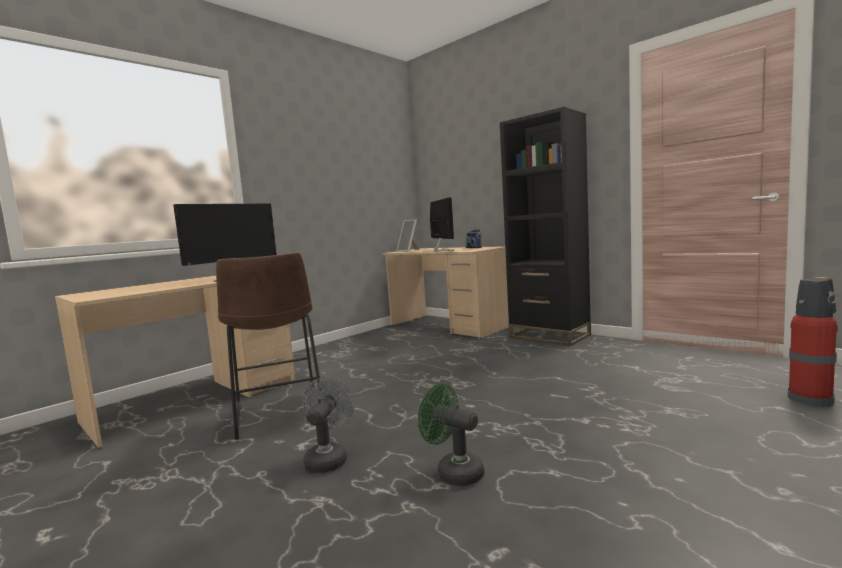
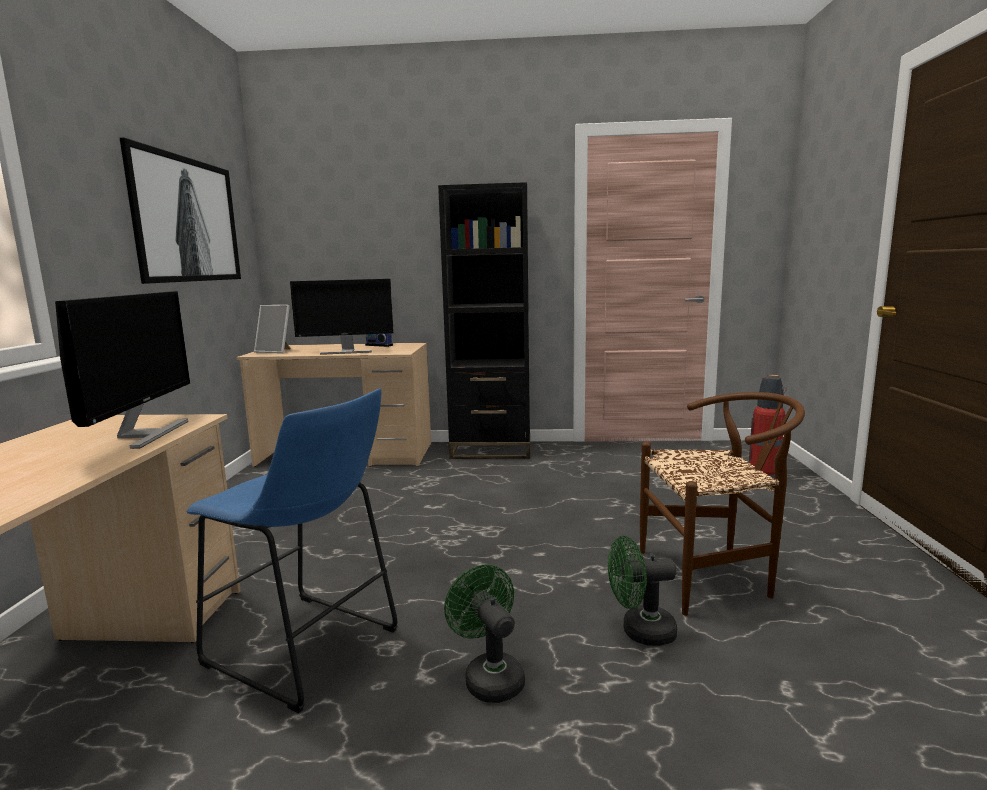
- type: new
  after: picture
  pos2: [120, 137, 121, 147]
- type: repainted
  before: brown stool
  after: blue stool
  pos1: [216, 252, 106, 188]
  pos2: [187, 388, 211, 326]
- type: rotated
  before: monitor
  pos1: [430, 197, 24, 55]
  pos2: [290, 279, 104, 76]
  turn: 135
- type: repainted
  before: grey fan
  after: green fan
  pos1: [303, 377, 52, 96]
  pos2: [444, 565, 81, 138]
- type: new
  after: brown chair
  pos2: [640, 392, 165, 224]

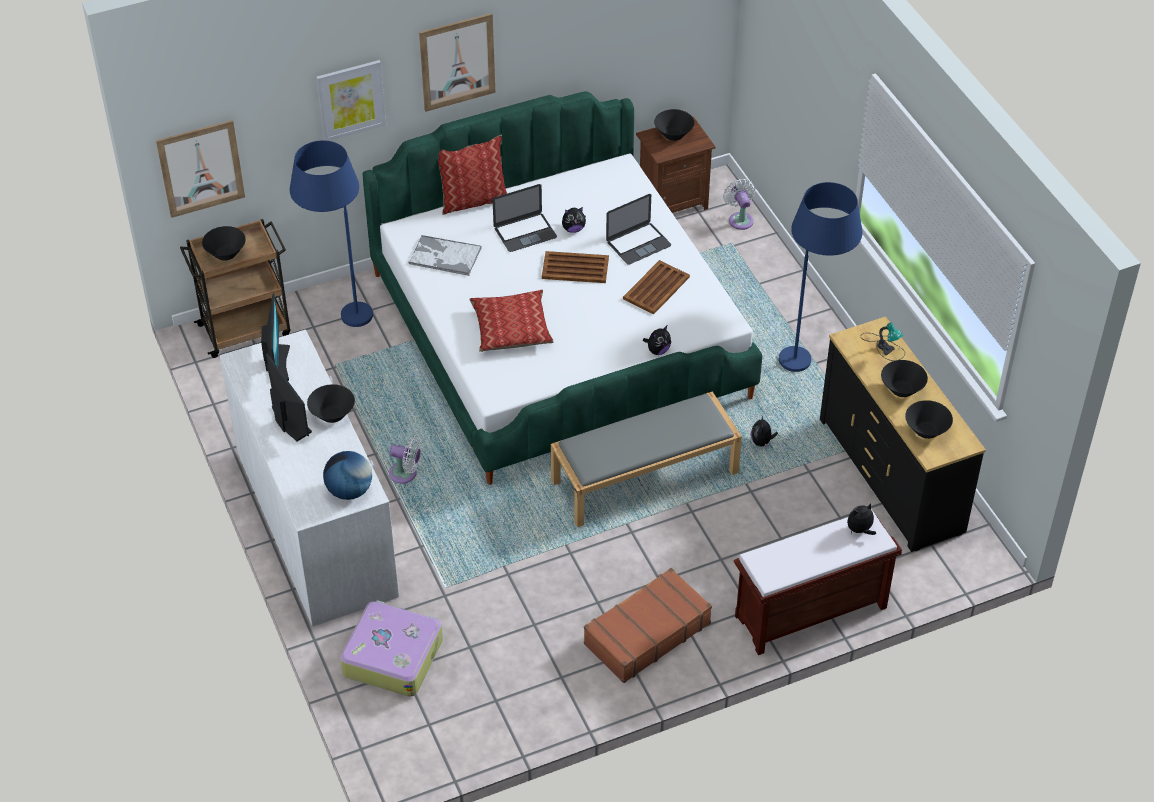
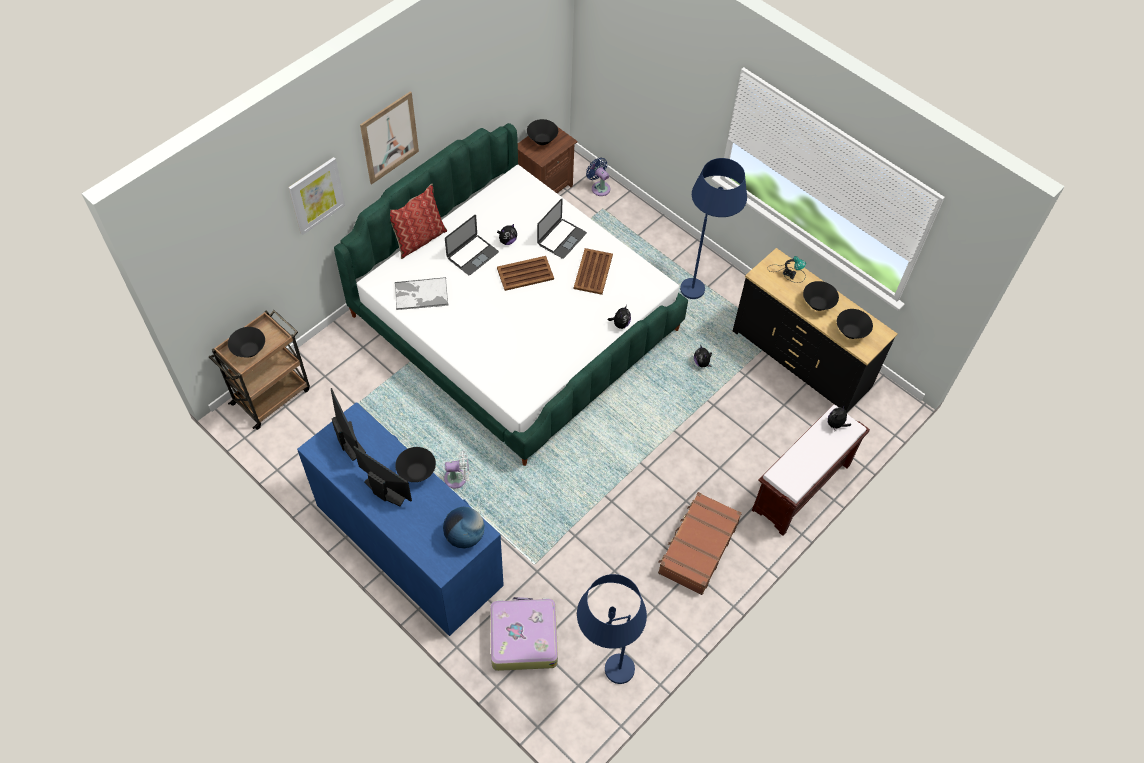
- type: repainted
  before: white dresser
  after: blue dresser
  pos1: [220, 330, 179, 297]
  pos2: [297, 402, 207, 234]
- type: shifted
  before: blue floor lamp
  pos1: [290, 140, 83, 187]
  pos2: [577, 574, 70, 110]
- type: repainted
  before: white fan
  after: blue fan
  pos1: [723, 179, 32, 51]
  pos2: [586, 158, 24, 38]
- type: gone
  before: picture
  pos1: [156, 120, 89, 98]
- type: gone
  before: pillow
  pos1: [469, 290, 84, 62]
- type: gone
  before: grey bench
  pos1: [551, 391, 191, 136]

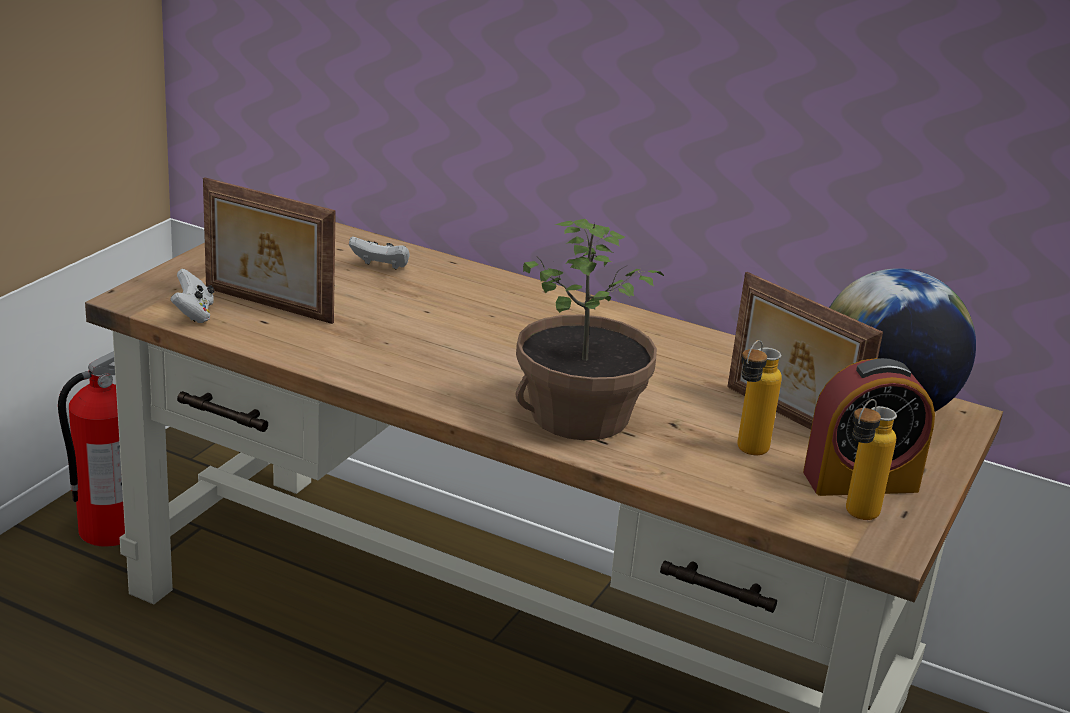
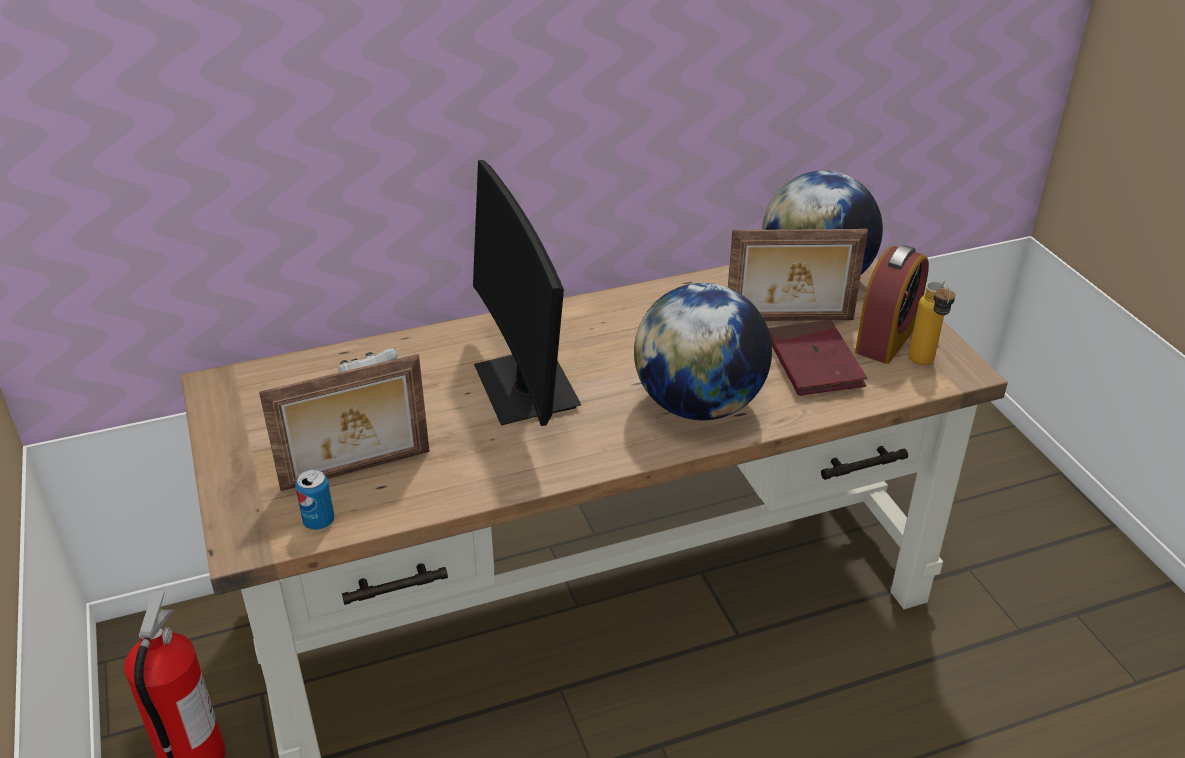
- type: swapped
  before: white game controller
  after: can
  pos1: [170, 269, 44, 54]
  pos2: [295, 469, 39, 61]
- type: new
  after: monitor
  pos2: [473, 160, 108, 266]
- type: swapped
  before: potted plant
  after: globe
  pos1: [516, 219, 148, 221]
  pos2: [634, 283, 138, 137]
- type: swapped
  before: bottle
  after: red book
  pos1: [737, 340, 45, 115]
  pos2: [768, 320, 99, 76]

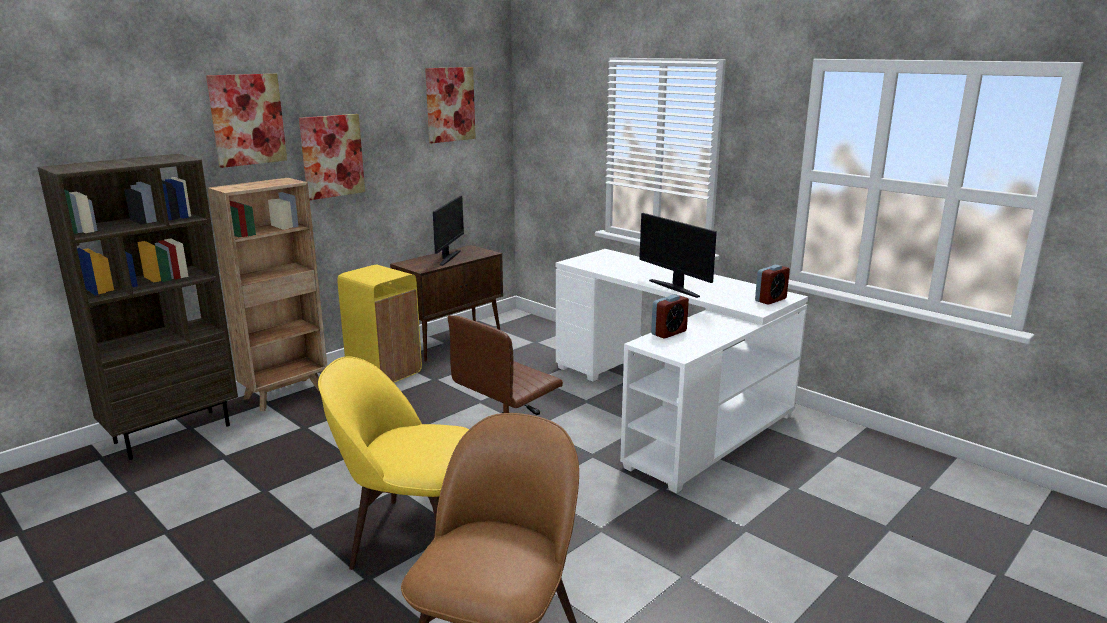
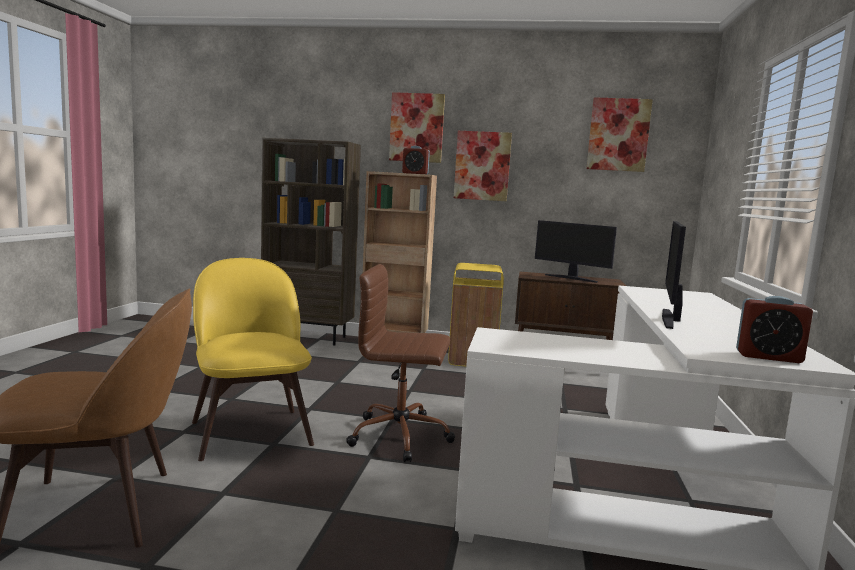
- type: shifted
  before: alarm clock
  pos1: [651, 294, 38, 45]
  pos2: [402, 146, 28, 28]
- type: rotated
  before: monitor
  pos1: [433, 196, 31, 70]
  pos2: [535, 220, 82, 63]
  turn: 60

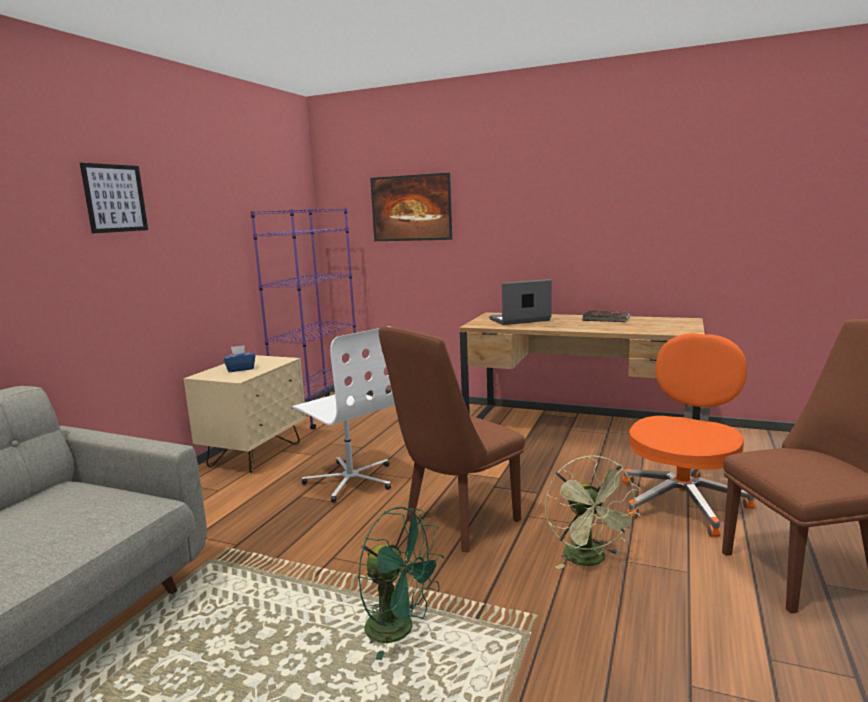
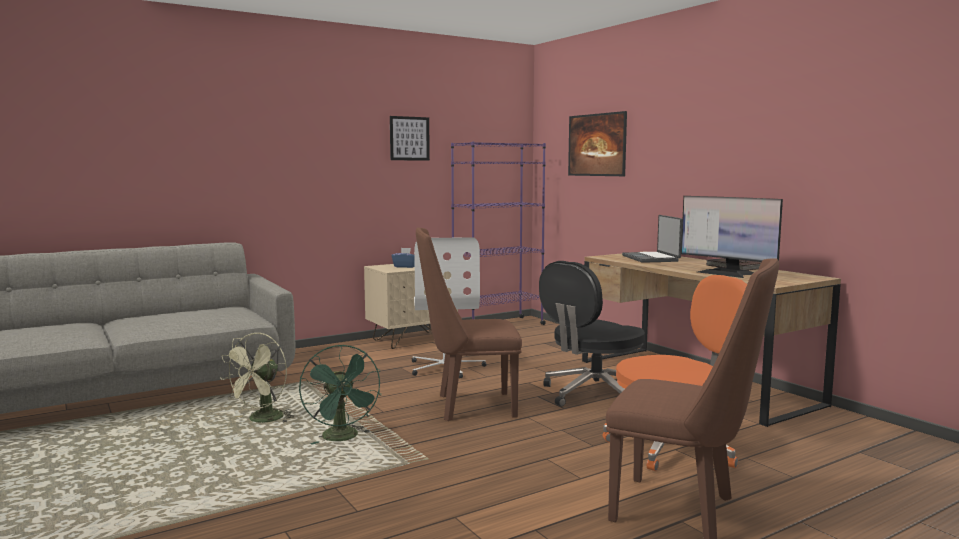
- type: shifted
  before: green fan
  pos1: [545, 456, 96, 113]
  pos2: [222, 332, 72, 91]
- type: shifted
  before: picture
  pos1: [80, 163, 68, 70]
  pos2: [390, 116, 40, 45]
- type: new
  after: black office chair
  pos2: [539, 261, 106, 146]
- type: rotated
  before: laptop
  pos1: [489, 279, 63, 46]
  pos2: [622, 215, 61, 48]
  turn: -120
- type: new
  after: monitor
  pos2: [681, 196, 102, 82]

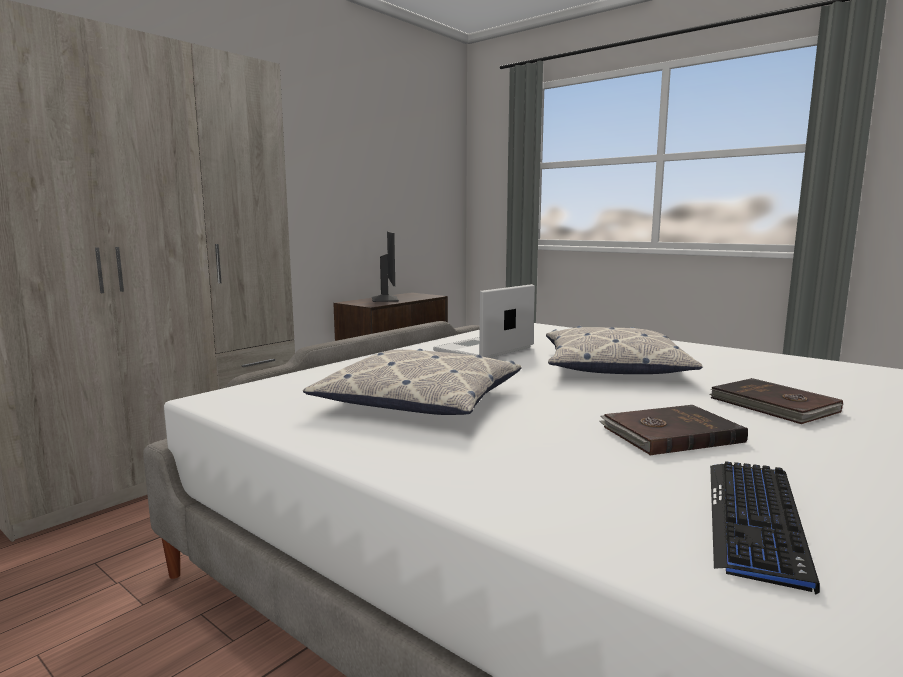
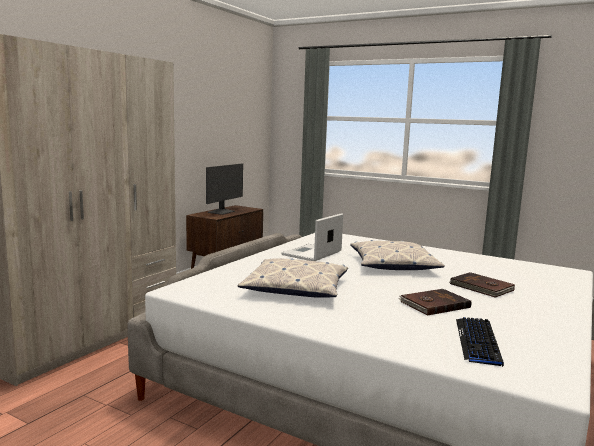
- type: rotated
  before: monitor
  pos1: [372, 231, 27, 71]
  pos2: [206, 164, 37, 51]
  turn: 45

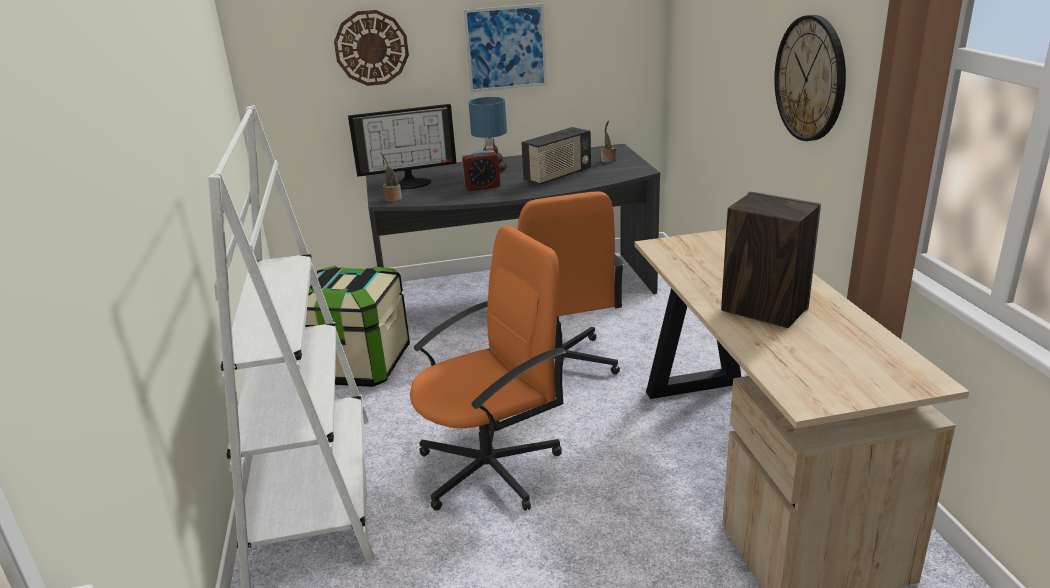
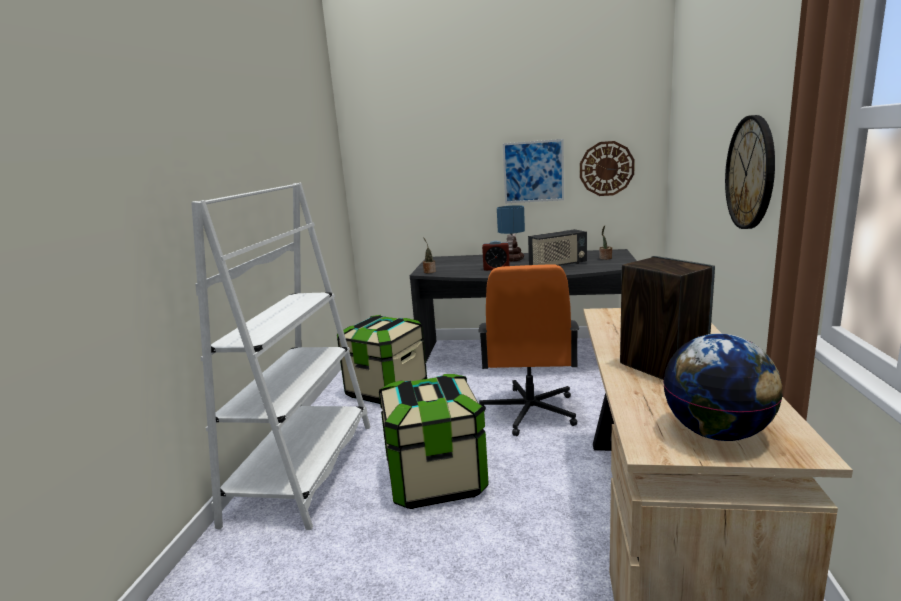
- type: swapped
  before: orange office chair
  after: storage box
  pos1: [410, 225, 156, 286]
  pos2: [379, 374, 110, 135]
- type: shifted
  before: wall clock
  pos1: [334, 10, 75, 76]
  pos2: [580, 141, 55, 55]
- type: new
  after: globe
  pos2: [663, 334, 120, 107]
- type: gone
  before: monitor
  pos1: [348, 104, 108, 86]

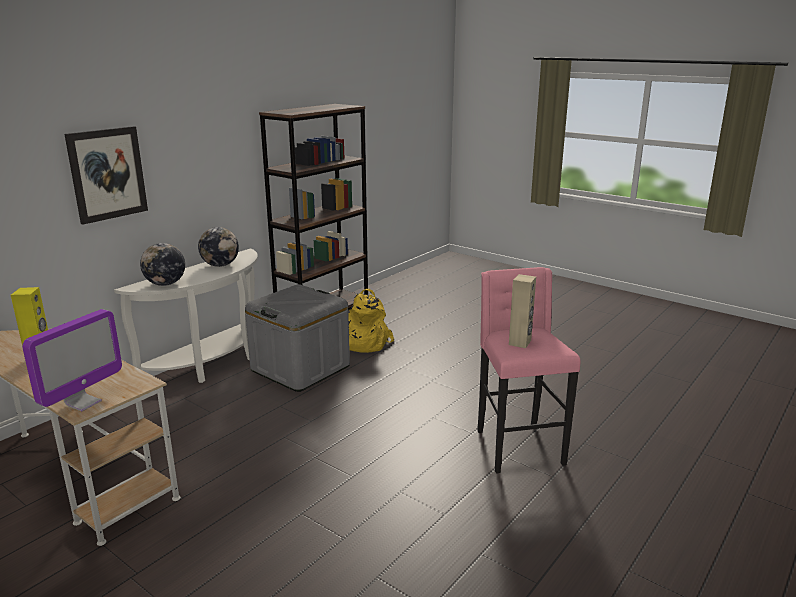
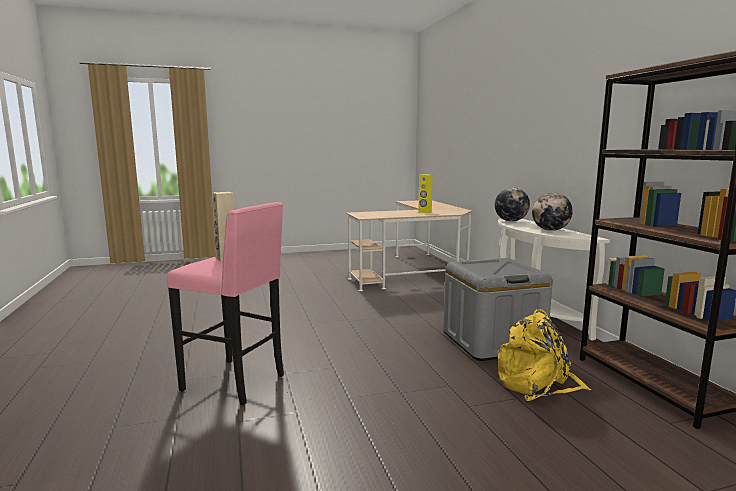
- type: gone
  before: monitor
  pos1: [22, 309, 100, 102]
- type: gone
  before: picture
  pos1: [64, 126, 84, 99]

